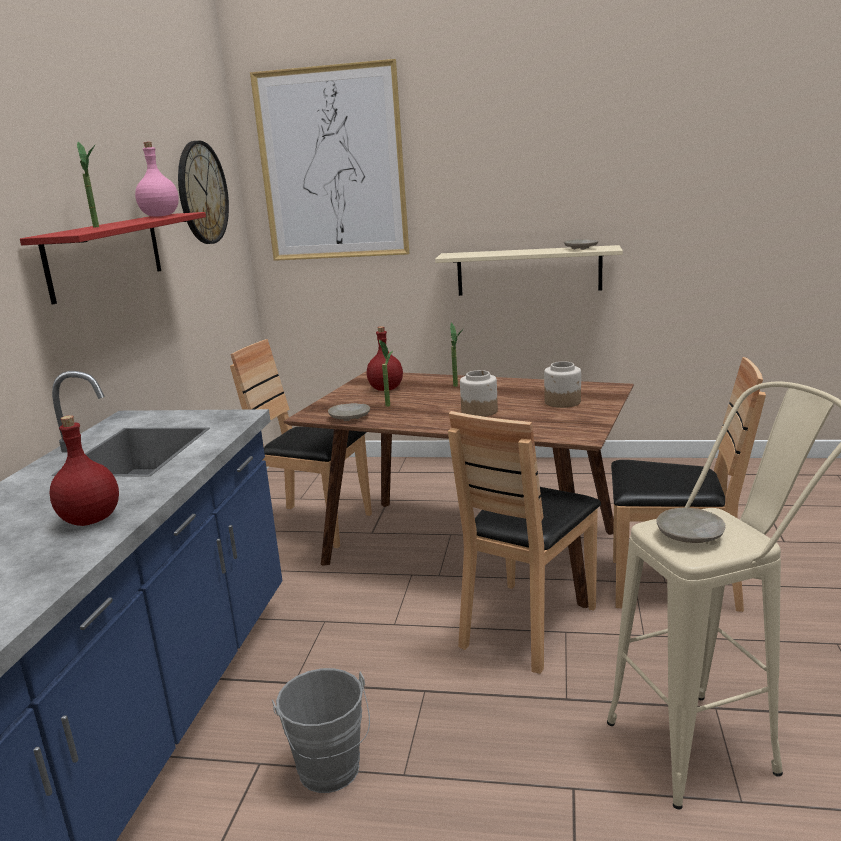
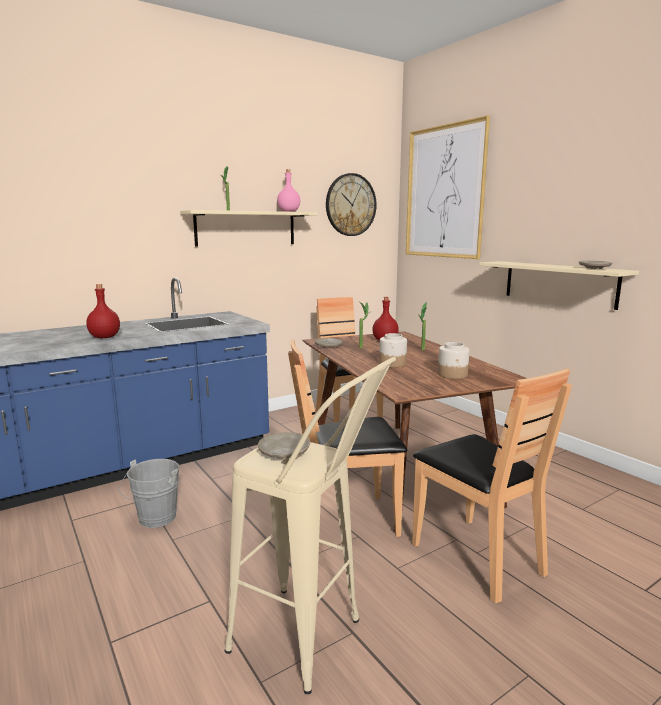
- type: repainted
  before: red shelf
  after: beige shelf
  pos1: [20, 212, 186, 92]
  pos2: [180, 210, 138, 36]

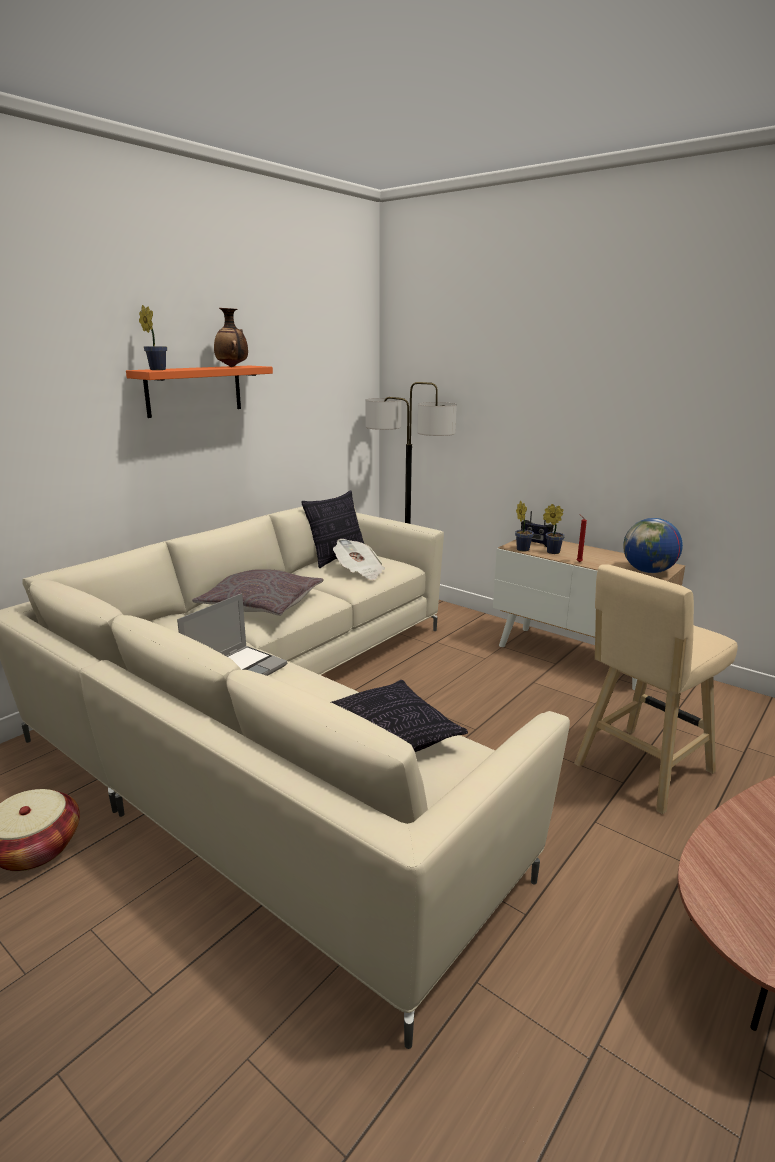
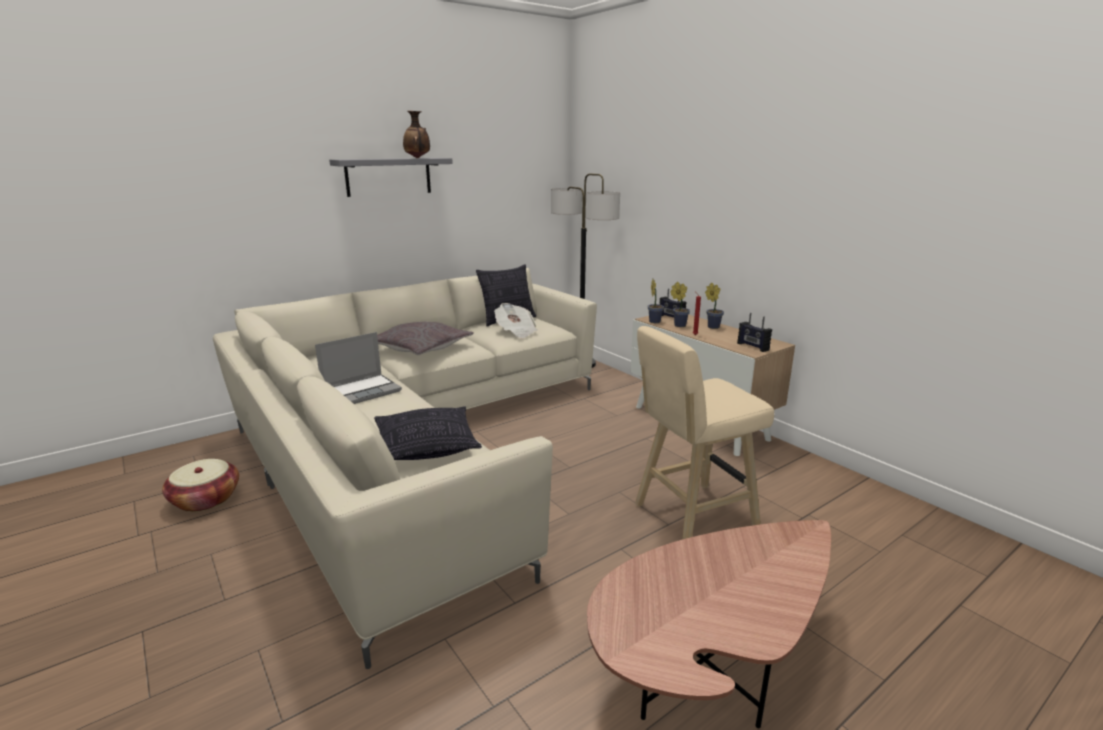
- type: repainted
  before: orange shelf
  after: grey shelf
  pos1: [126, 366, 147, 52]
  pos2: [329, 158, 124, 39]
- type: shifted
  before: potted plant
  pos1: [139, 305, 28, 65]
  pos2: [705, 283, 19, 46]
- type: swapped
  before: globe
  after: radio
  pos1: [623, 518, 60, 55]
  pos2: [737, 313, 35, 39]

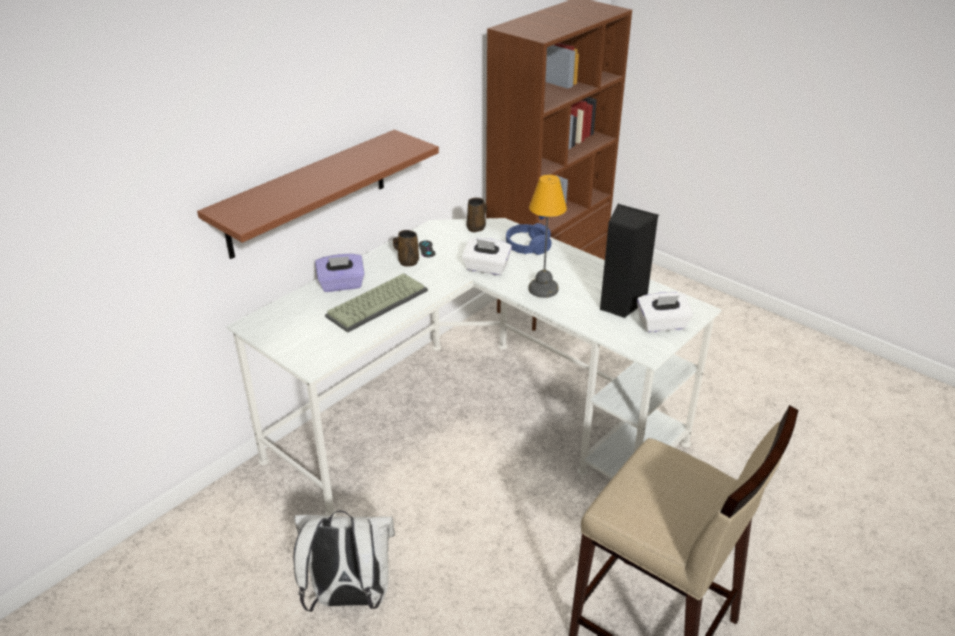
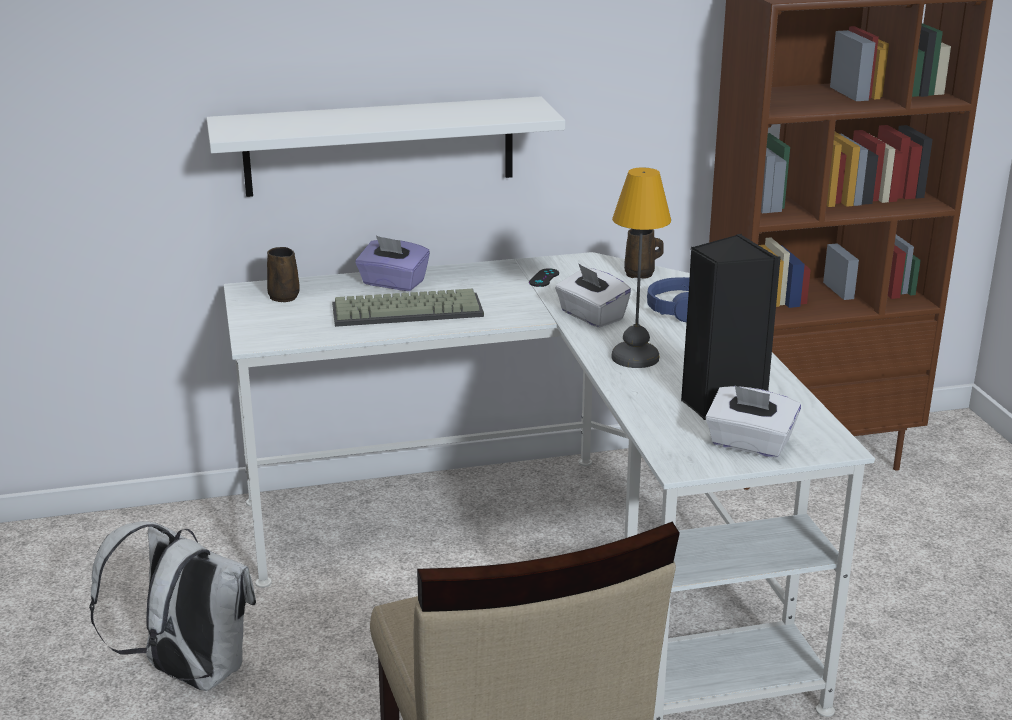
- type: repainted
  before: brown shelf
  after: white shelf
  pos1: [197, 130, 242, 129]
  pos2: [207, 97, 358, 100]
- type: shifted
  before: brown mug
  pos1: [393, 230, 26, 36]
  pos2: [267, 247, 33, 55]

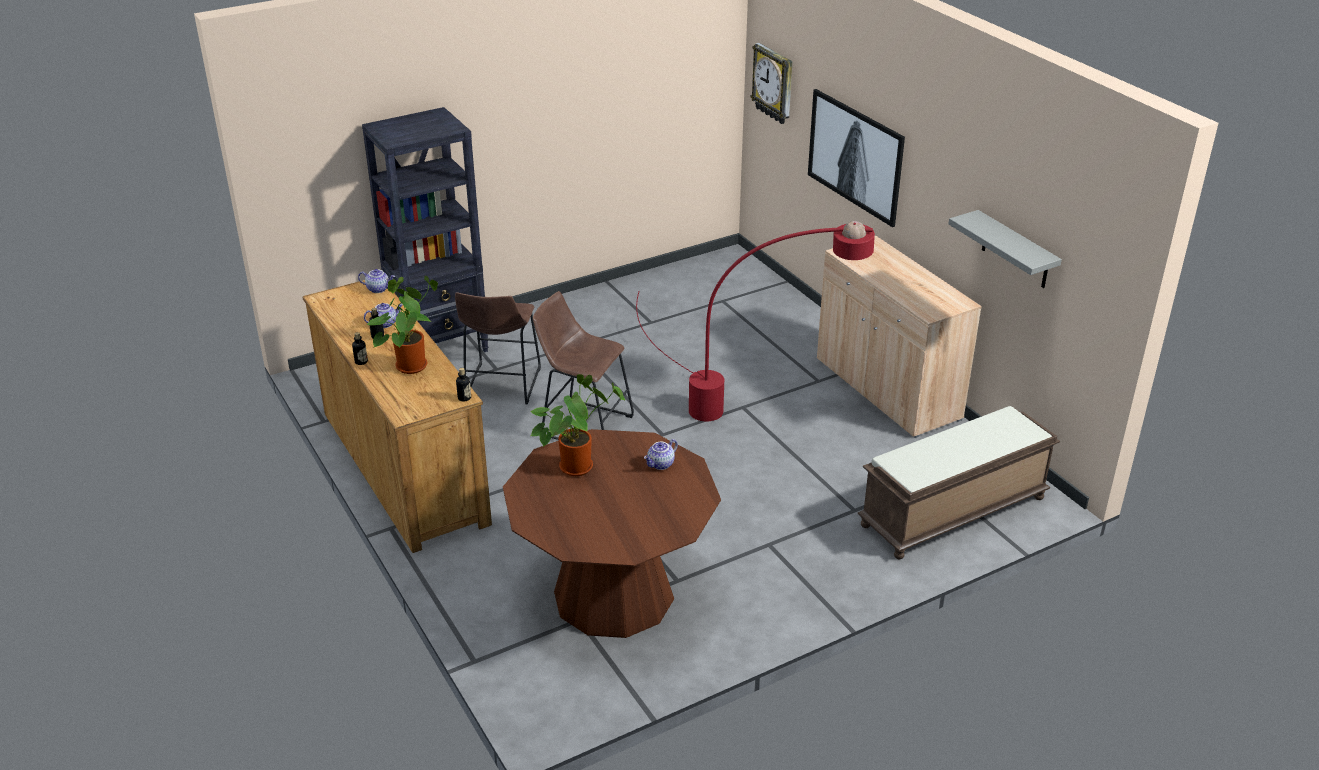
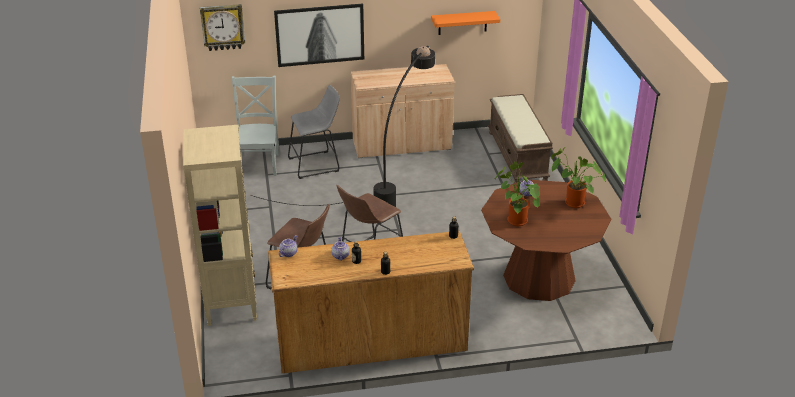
- type: repainted
  before: black bookcase
  after: beige bookcase
  pos1: [362, 107, 127, 245]
  pos2: [183, 125, 74, 201]
- type: new
  after: grey chair
  pos2: [232, 76, 48, 100]
- type: repainted
  before: red floor lamp
  after: black floor lamp
  pos1: [636, 221, 239, 200]
  pos2: [250, 46, 185, 161]
- type: new
  after: grey stool
  pos2: [288, 85, 52, 94]
- type: repainted
  before: grey shelf
  after: orange shelf
  pos1: [948, 210, 114, 78]
  pos2: [431, 11, 69, 24]
- type: shifted
  before: potted plant
  pos1: [367, 276, 71, 98]
  pos2: [551, 147, 55, 61]

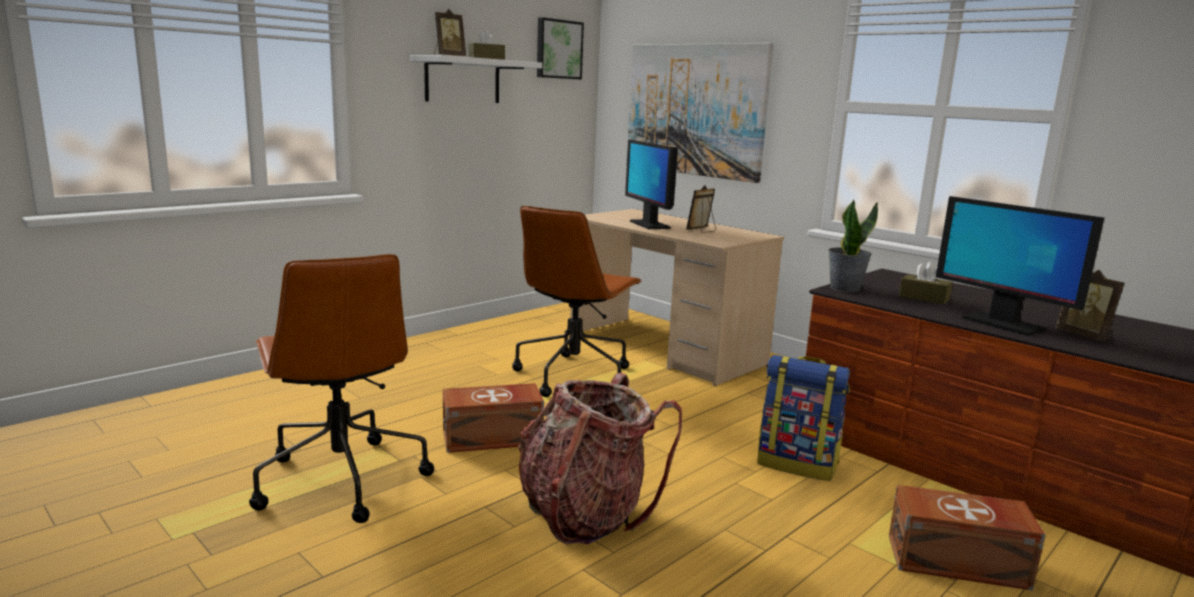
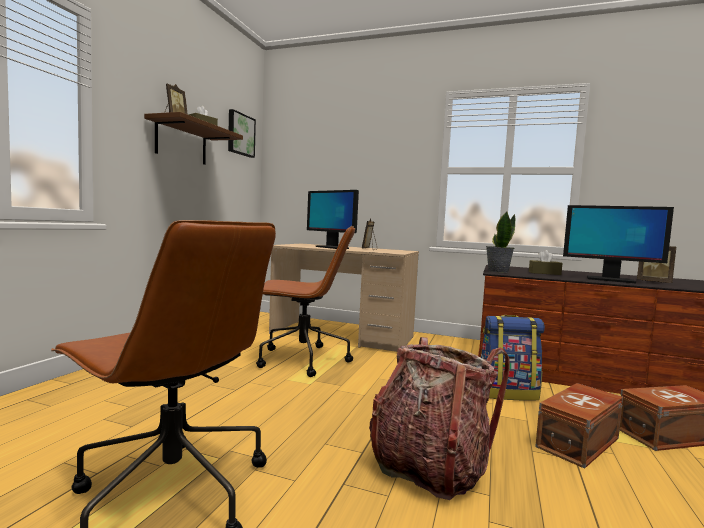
- type: repainted
  before: white shelf
  after: brown shelf
  pos1: [410, 55, 132, 48]
  pos2: [144, 112, 99, 53]
- type: rotated
  before: brown office chair
  pos1: [512, 206, 130, 191]
  pos2: [256, 226, 99, 151]
  turn: -90
- type: shifted
  before: brown storage box
  pos1: [443, 383, 101, 70]
  pos2: [535, 383, 88, 86]
- type: gone
  before: picture
  pos1: [626, 43, 148, 140]

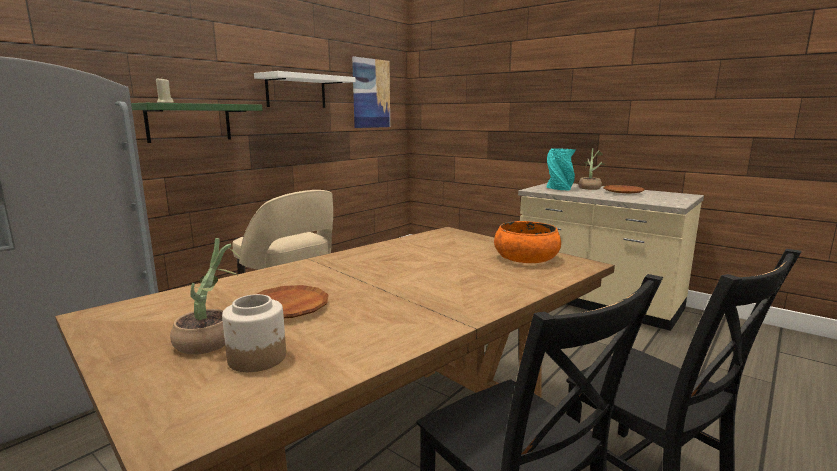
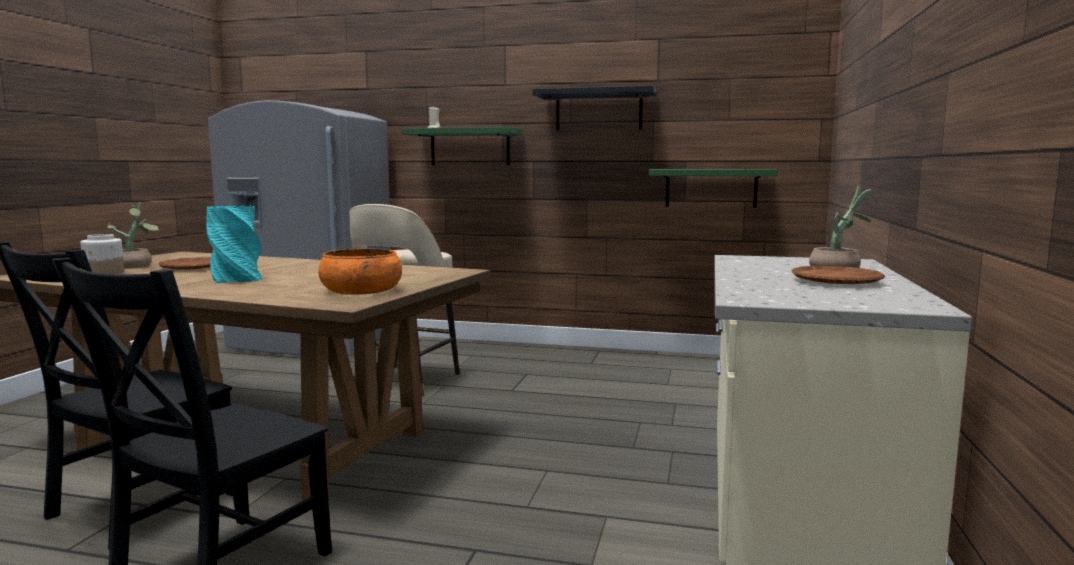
- type: shifted
  before: turquoise vase
  pos1: [546, 148, 30, 43]
  pos2: [206, 206, 56, 77]
- type: repainted
  before: white shelf
  after: black shelf
  pos1: [254, 71, 102, 37]
  pos2: [533, 85, 124, 45]
- type: new
  after: green shelf
  pos2: [649, 169, 129, 39]
- type: gone
  before: picture
  pos1: [352, 57, 38, 71]

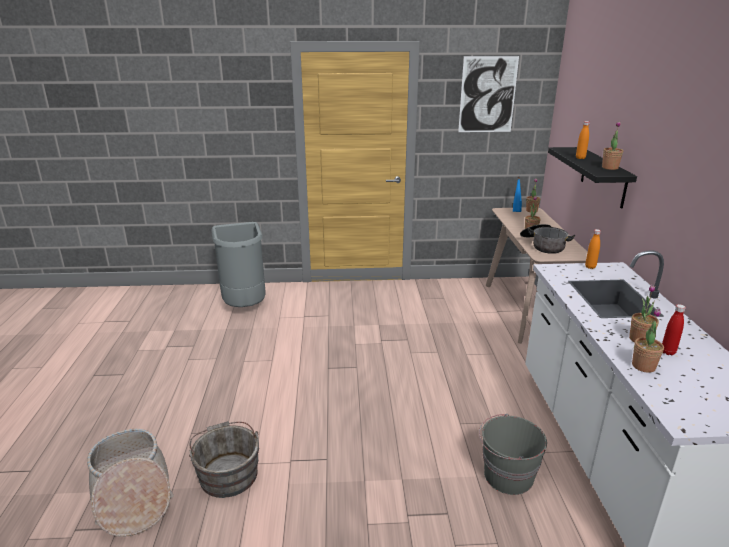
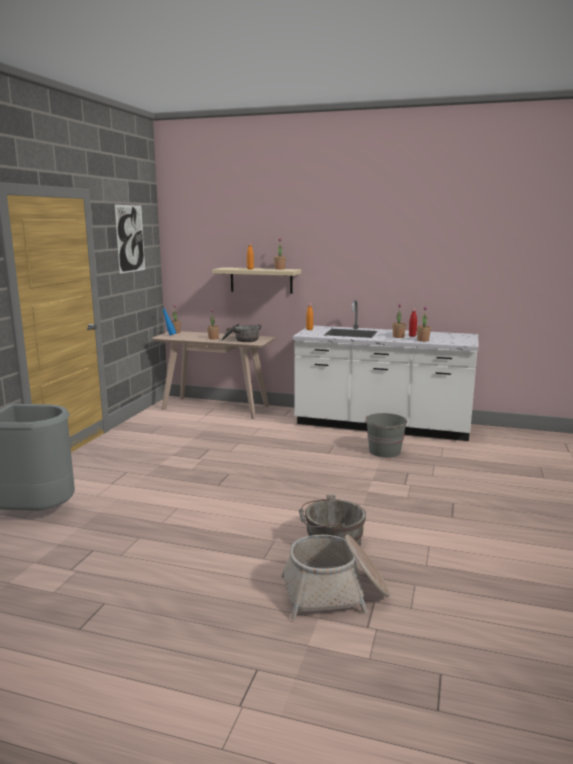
- type: repainted
  before: black shelf
  after: beige shelf
  pos1: [548, 147, 89, 62]
  pos2: [212, 267, 89, 27]

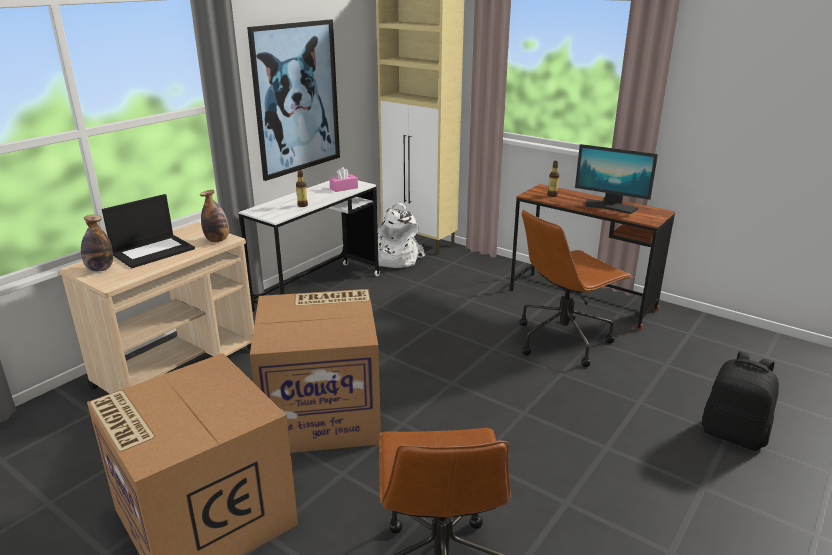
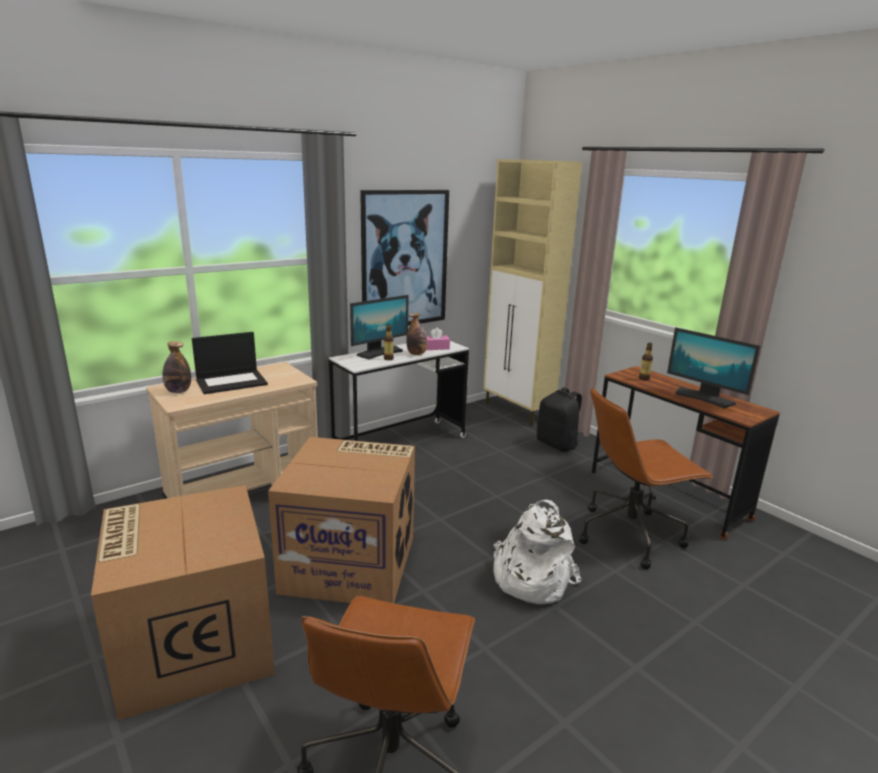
- type: new
  after: monitor
  pos2: [350, 295, 59, 64]
- type: shifted
  before: bottle
  pos1: [200, 190, 29, 52]
  pos2: [406, 313, 21, 42]
- type: shifted
  before: white backpack
  pos1: [378, 203, 47, 65]
  pos2: [493, 500, 88, 104]
- type: shifted
  before: black backpack
  pos1: [702, 351, 77, 100]
  pos2: [537, 388, 45, 64]

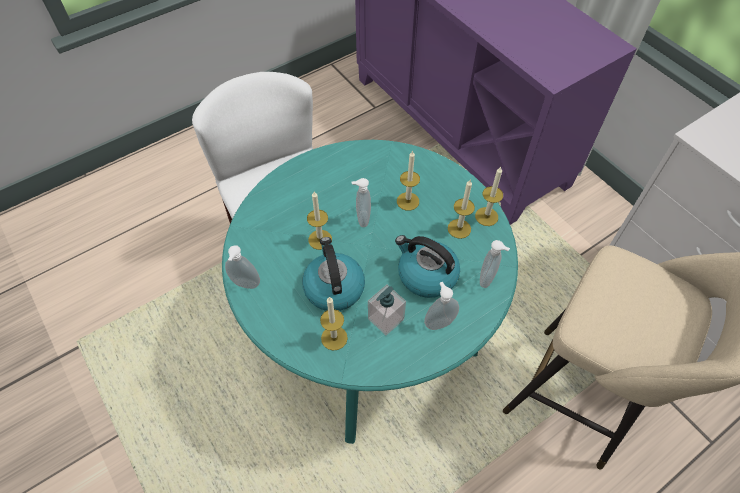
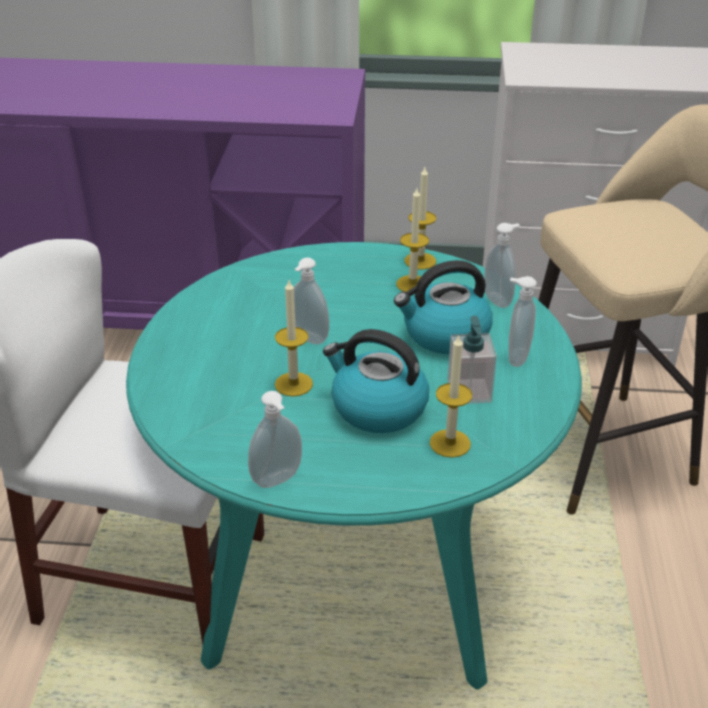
- type: gone
  before: candle
  pos1: [397, 150, 23, 61]

